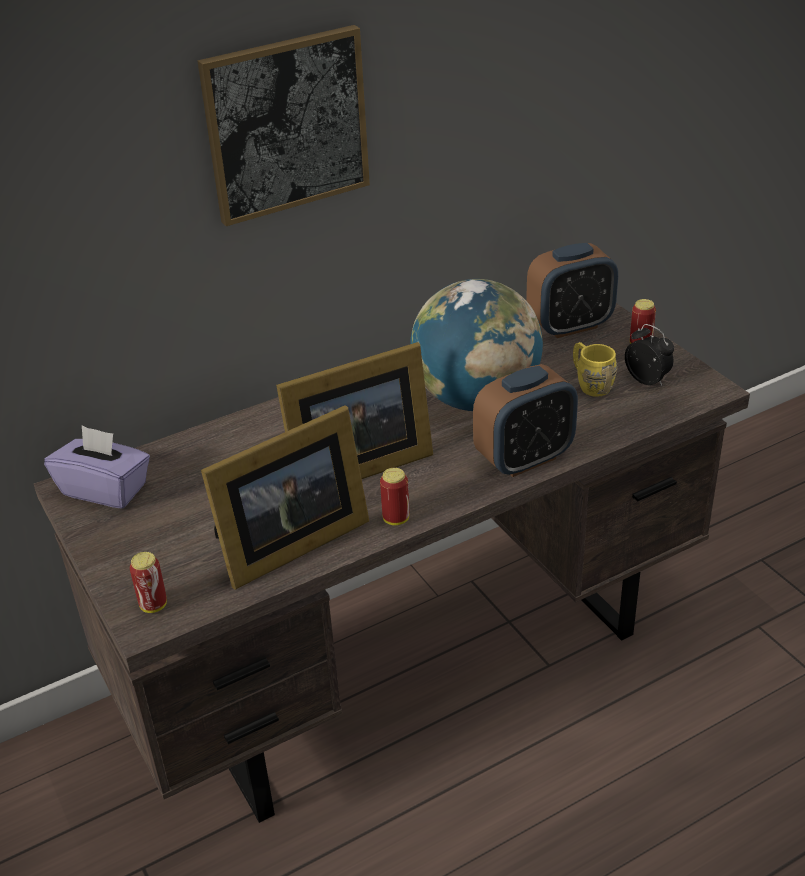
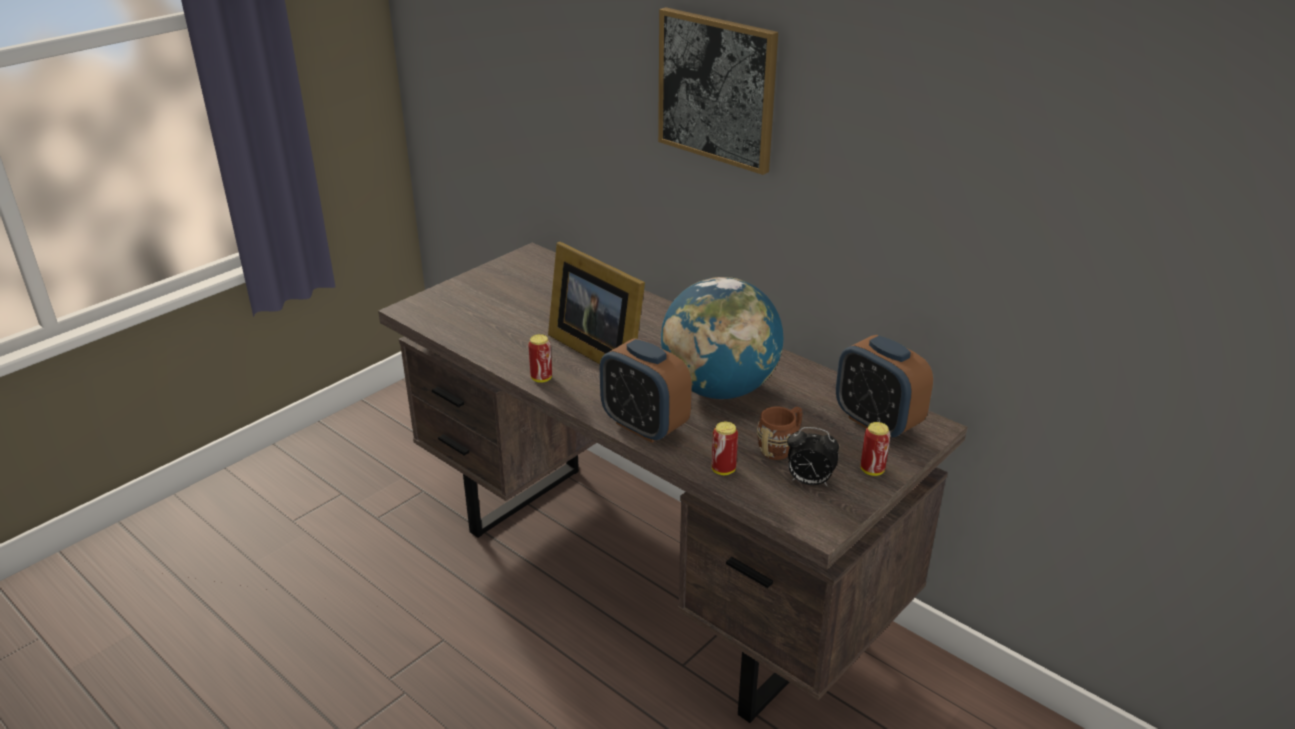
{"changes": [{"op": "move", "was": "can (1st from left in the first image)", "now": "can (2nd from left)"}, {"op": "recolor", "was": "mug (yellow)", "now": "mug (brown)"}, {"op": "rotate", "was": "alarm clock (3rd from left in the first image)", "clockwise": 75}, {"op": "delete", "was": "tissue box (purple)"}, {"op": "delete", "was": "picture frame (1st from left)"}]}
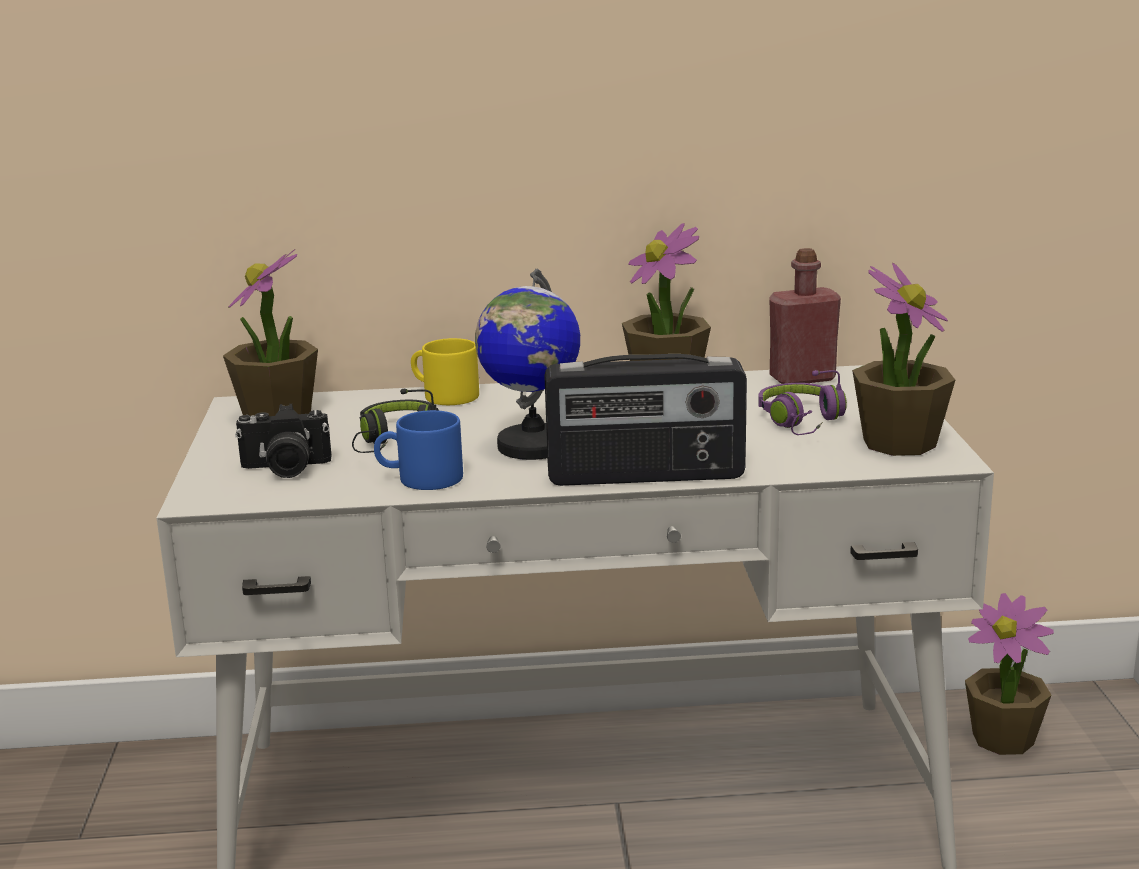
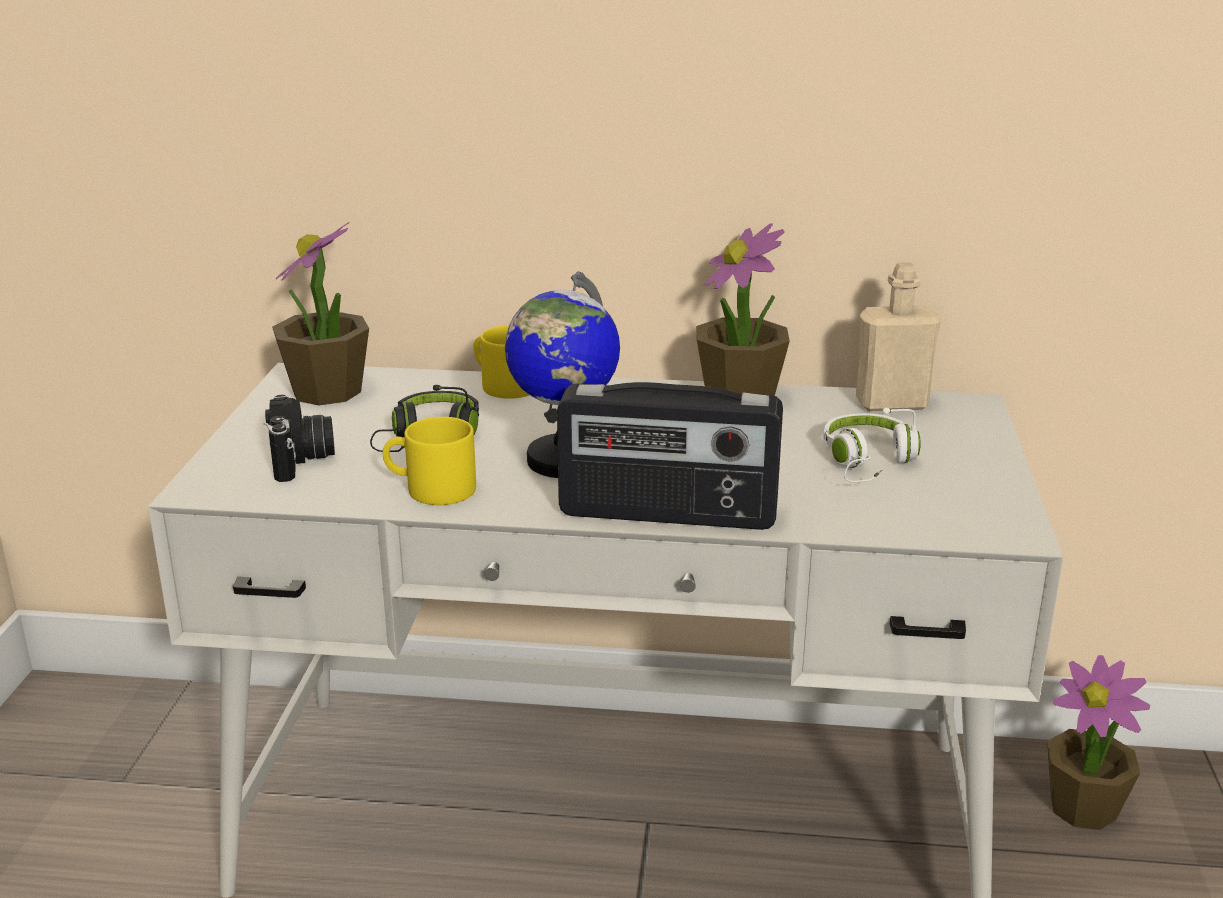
{"changes": [{"op": "rotate", "was": "photo camera", "clockwise": -105}, {"op": "recolor", "was": "mug (blue)", "now": "mug (yellow) (1st from left)"}, {"op": "recolor", "was": "headphones (purple)", "now": "headphones (white)"}, {"op": "recolor", "was": "bottle (red)", "now": "bottle (beige)"}, {"op": "delete", "was": "potted plant (3rd from left)"}]}
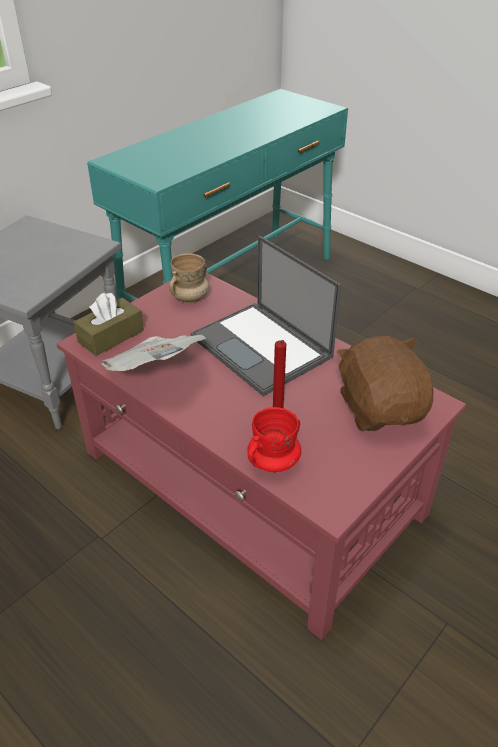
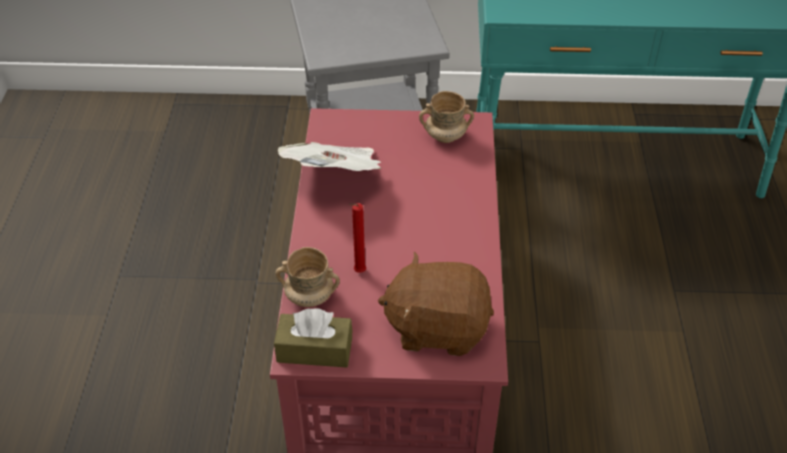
{"changes": [{"op": "move", "was": "tissue box (brown)"}, {"op": "recolor", "was": "mug (red)", "now": "mug (beige) (1st from left)"}, {"op": "rotate", "was": "plush toy (brown)", "clockwise": -120}, {"op": "delete", "was": "laptop"}]}
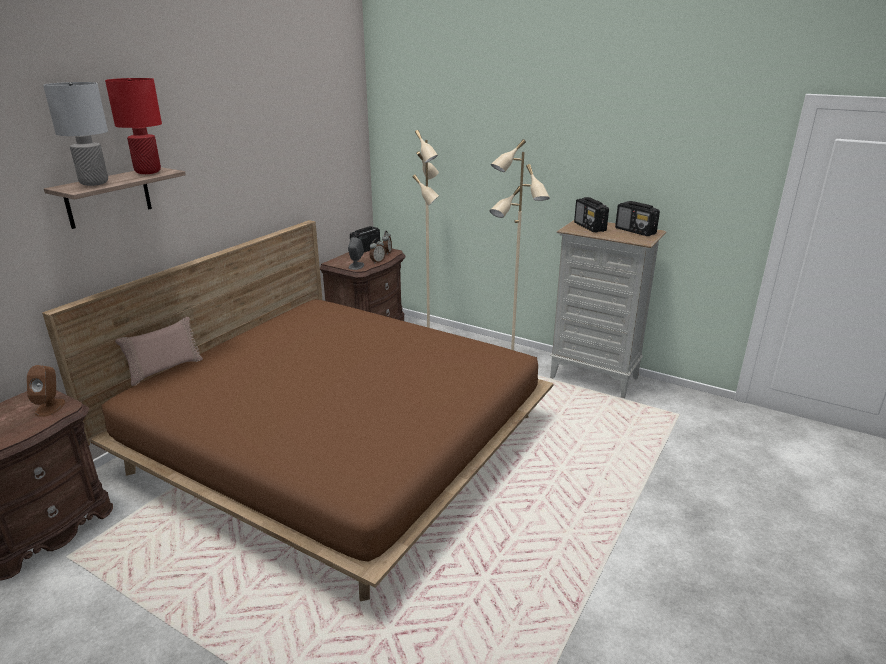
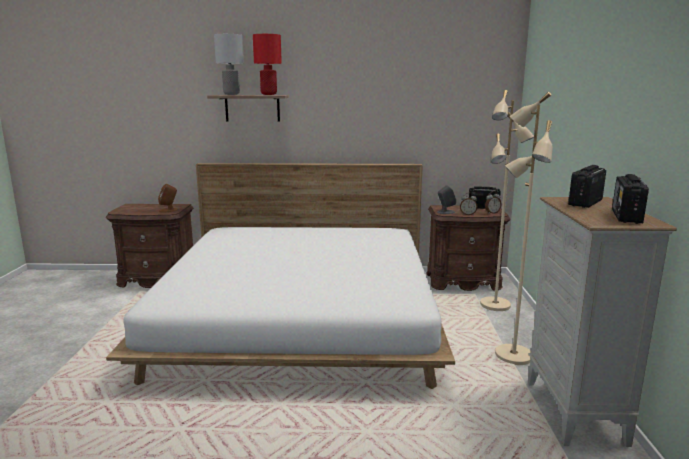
{"changes": [{"op": "recolor", "was": "bed (brown)", "now": "bed (white)"}, {"op": "delete", "was": "pillow (beige)"}]}
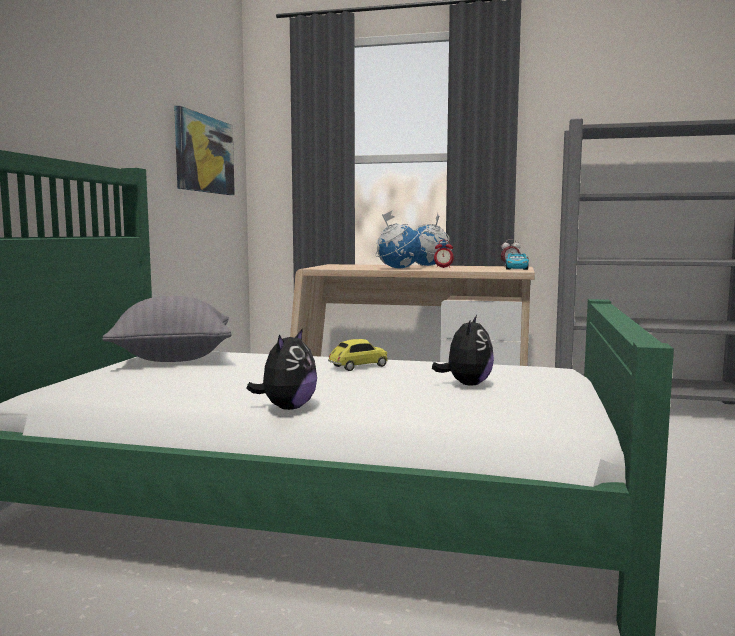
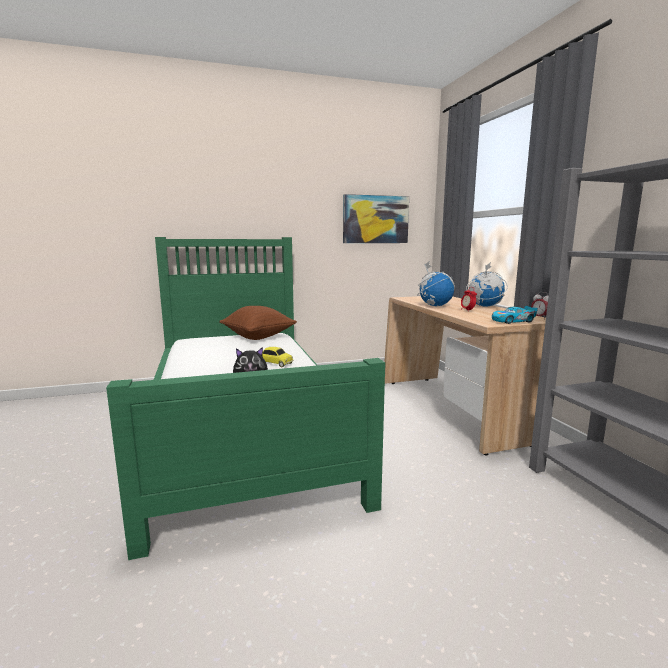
{"changes": [{"op": "recolor", "was": "pillow (grey)", "now": "pillow (brown)"}, {"op": "delete", "was": "plush toy (1st from left)"}]}
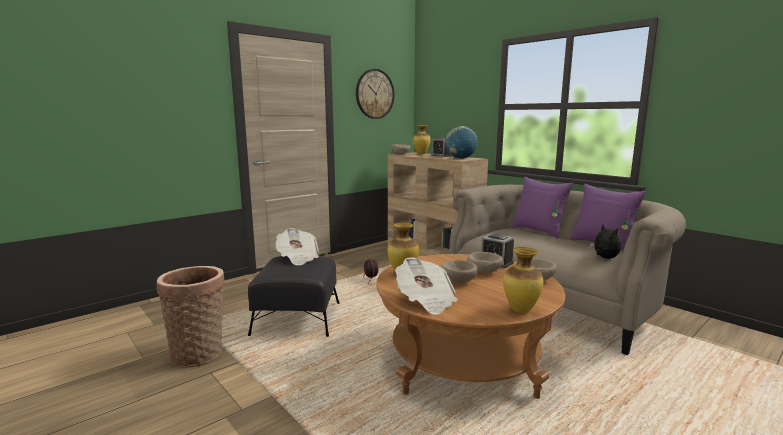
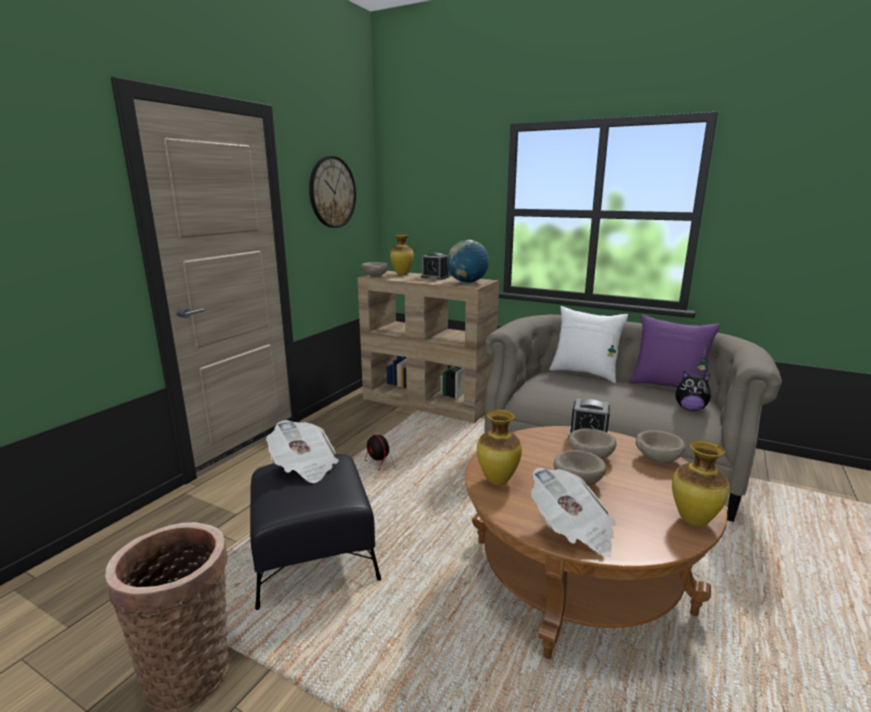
{"changes": [{"op": "recolor", "was": "pillow (purple) (1st from left)", "now": "pillow (white)"}, {"op": "rotate", "was": "plush toy", "clockwise": 150}]}
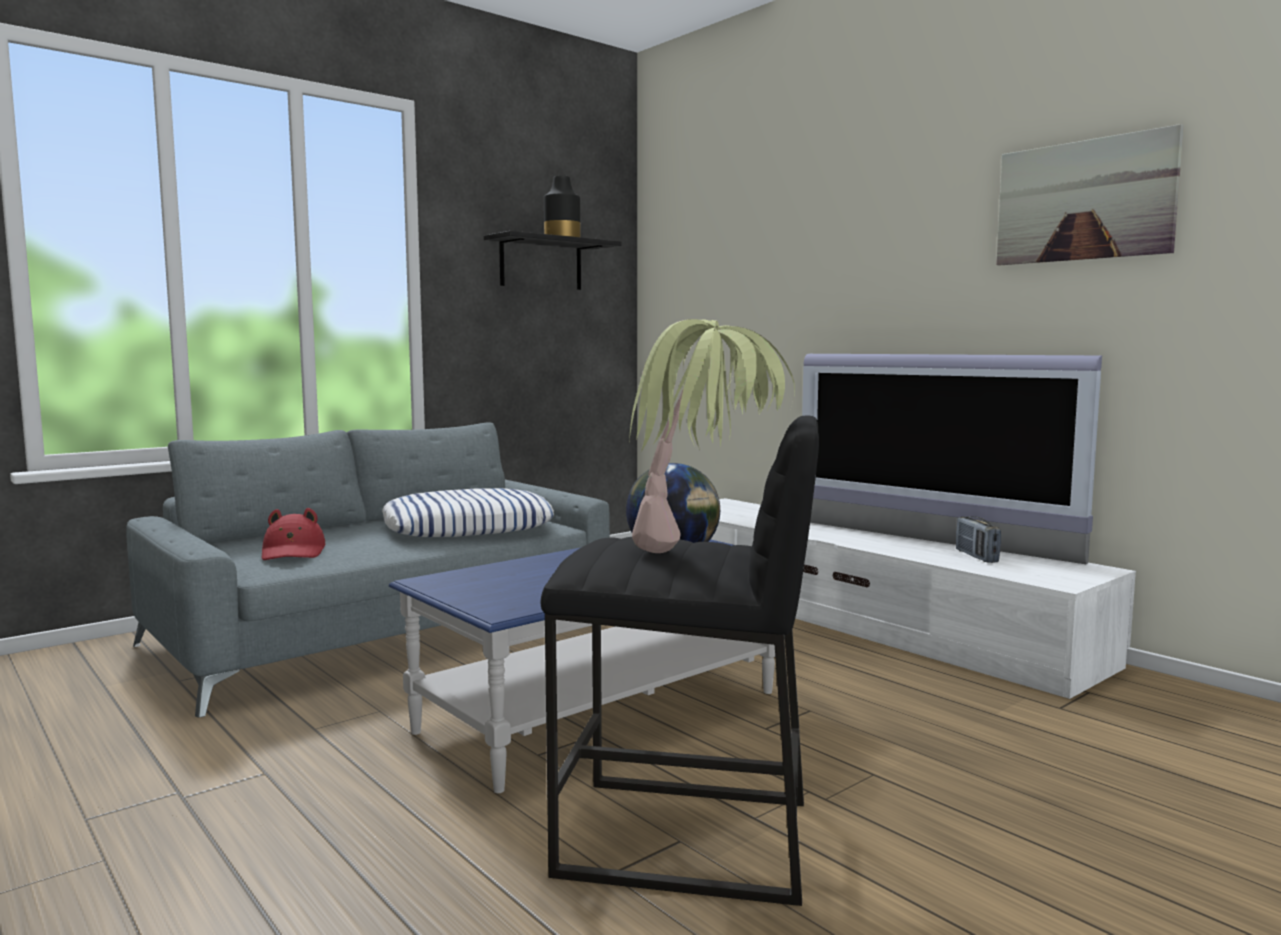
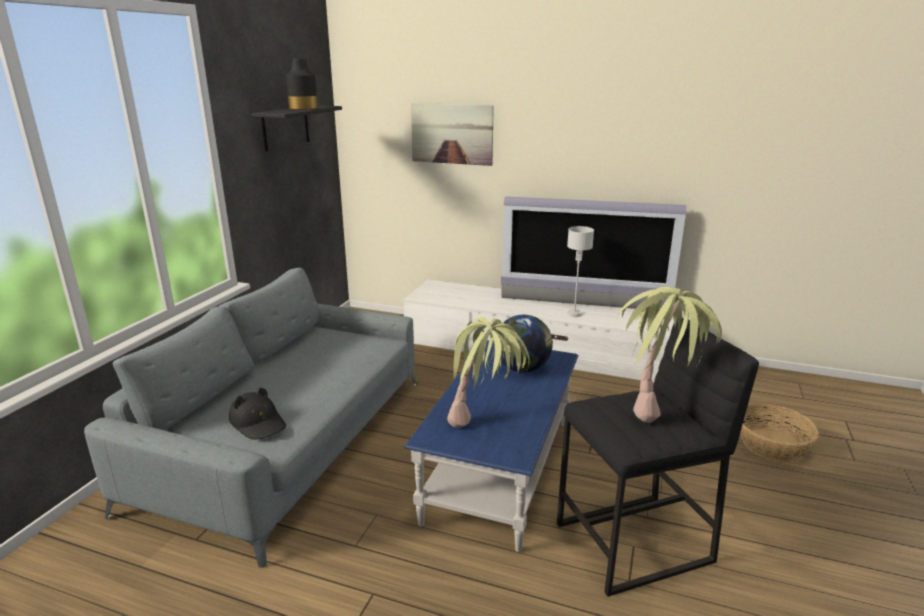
{"changes": [{"op": "recolor", "was": "hat (red)", "now": "hat (black)"}, {"op": "move", "was": "picture"}, {"op": "insert", "now": "potted plant (1st from left)"}, {"op": "insert", "now": "table lamp (grey)"}, {"op": "insert", "now": "basket"}, {"op": "delete", "was": "pillow"}, {"op": "delete", "was": "radio"}]}
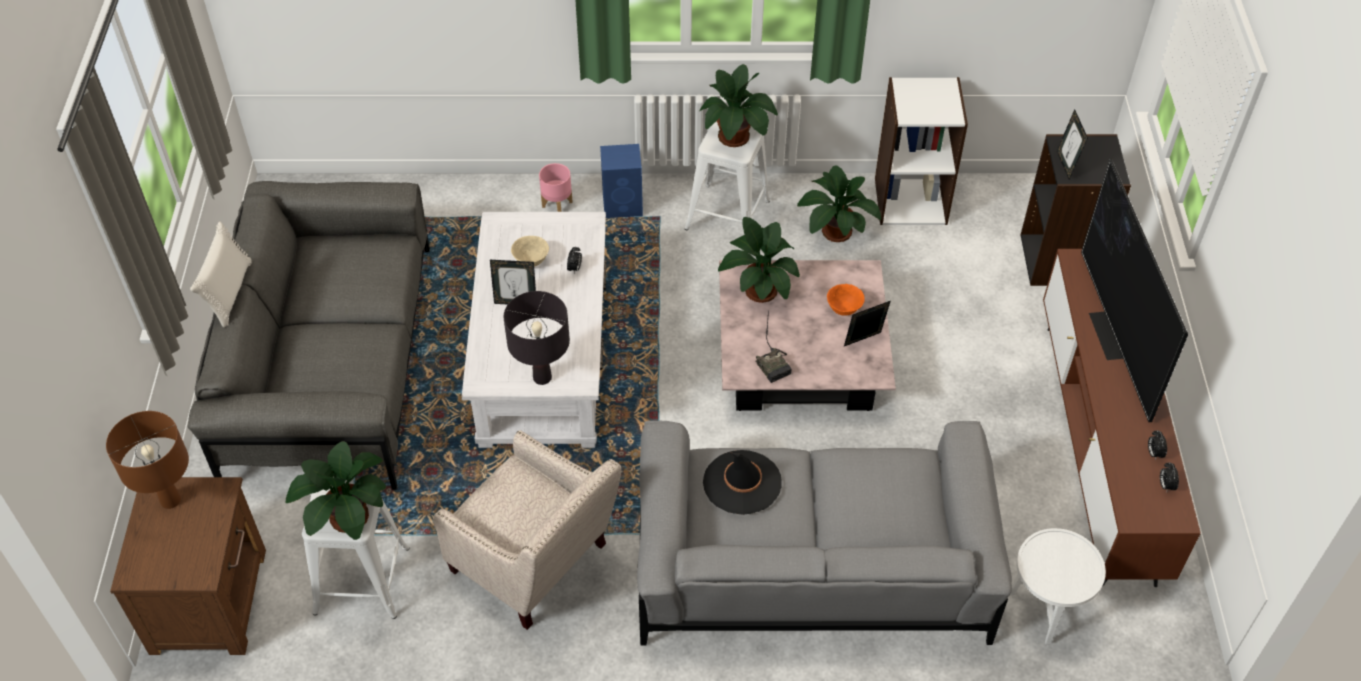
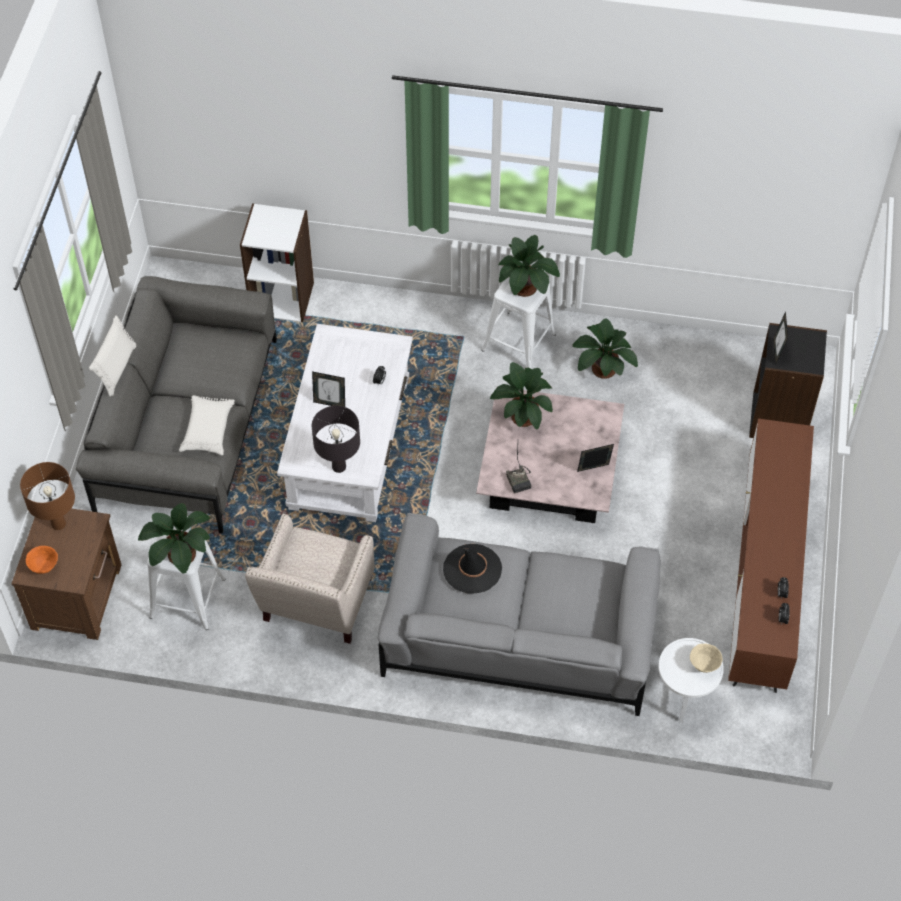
{"changes": [{"op": "move", "was": "bowl (orange)"}, {"op": "insert", "now": "pillow (white) (2nd from left)"}, {"op": "move", "was": "bookcase (white)"}, {"op": "rotate", "was": "armchair (beige)", "clockwise": 60}, {"op": "move", "was": "bowl (beige)"}, {"op": "delete", "was": "planter (pink)"}, {"op": "delete", "was": "speaker (blue)"}, {"op": "delete", "was": "television"}]}
